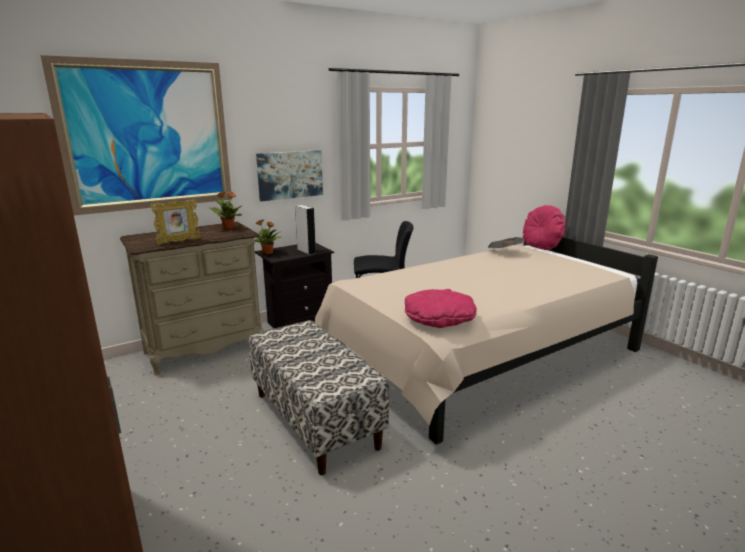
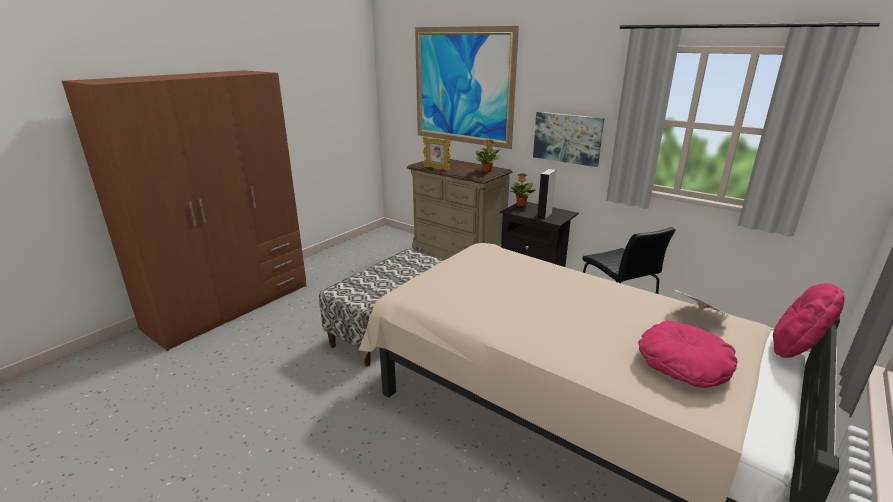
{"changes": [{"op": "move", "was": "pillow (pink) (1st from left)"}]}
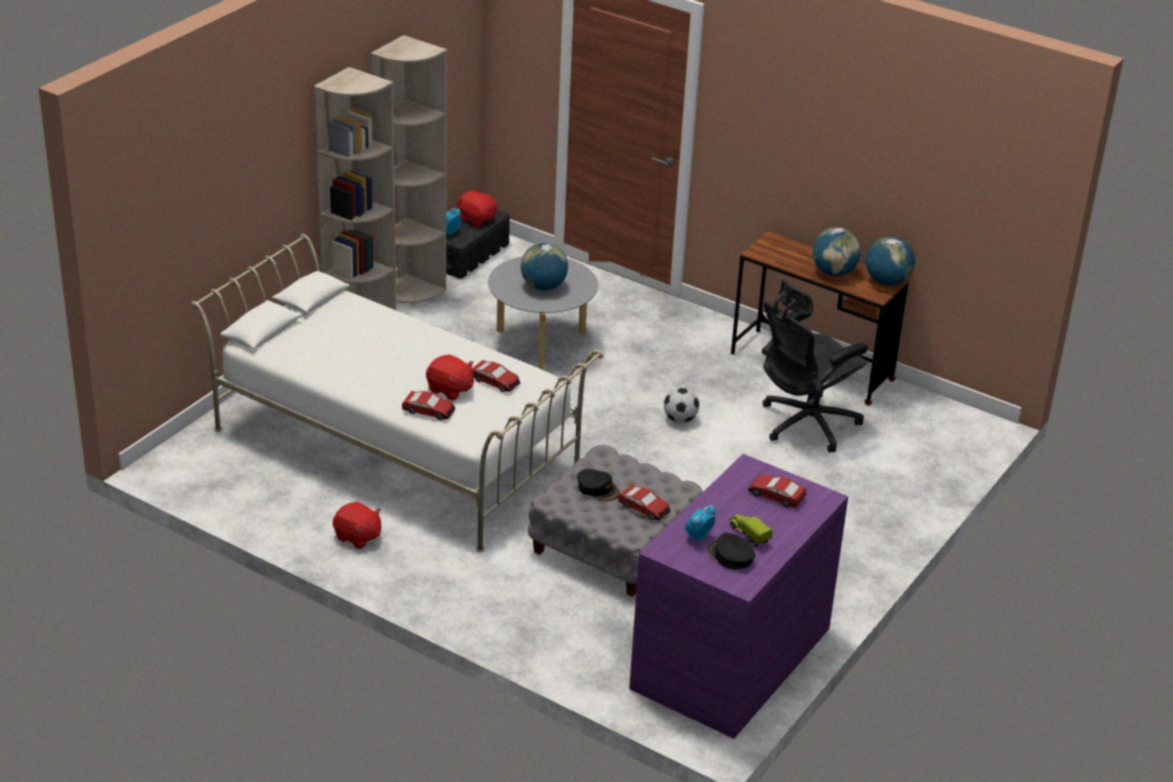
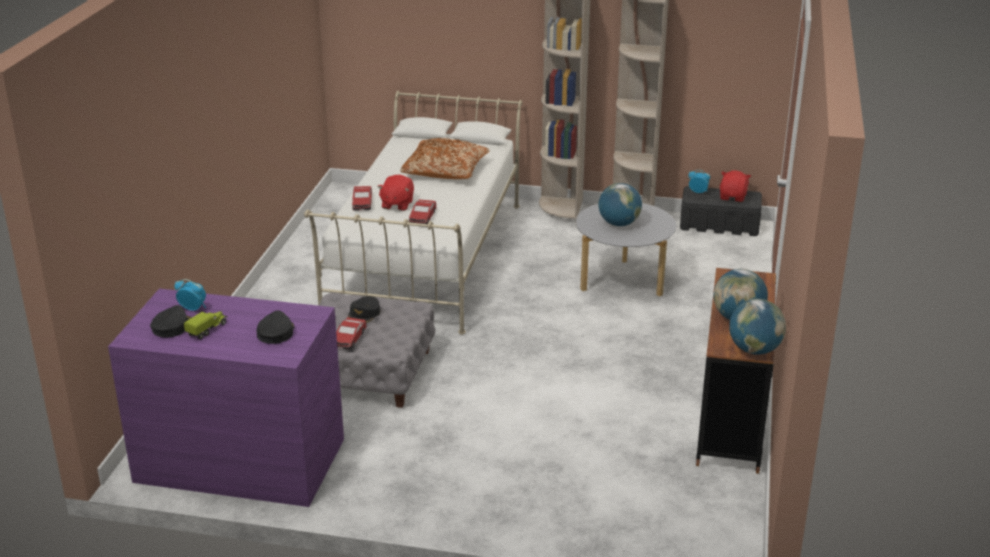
{"changes": [{"op": "replace", "was": "toy car (4th from left)", "now": "cap (black) (2nd from left)"}, {"op": "insert", "now": "pillow (orange)"}, {"op": "delete", "was": "plush toy (red) (1st from left)"}, {"op": "delete", "was": "football"}, {"op": "delete", "was": "office chair"}]}
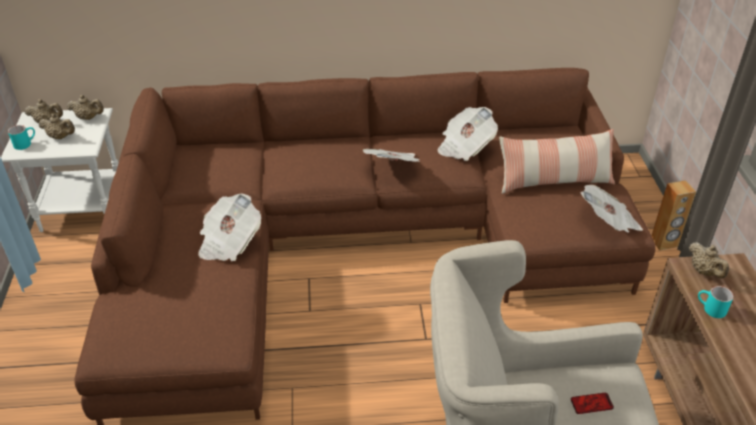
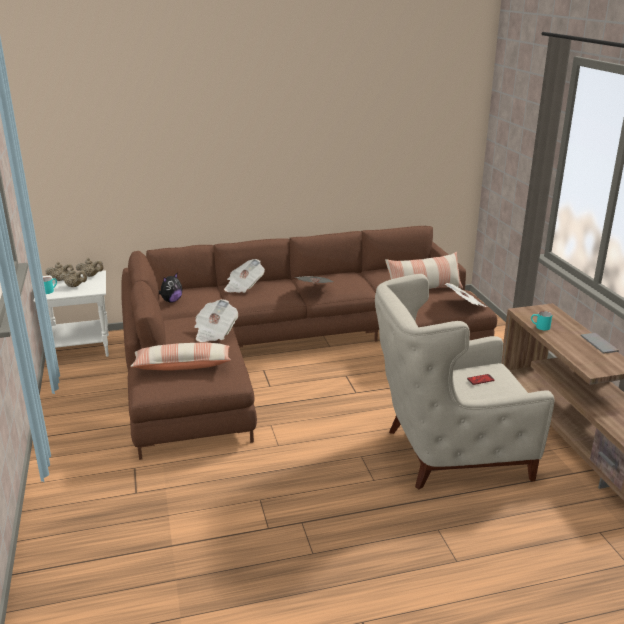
{"changes": [{"op": "insert", "now": "pillow (1st from left)"}, {"op": "insert", "now": "plush toy"}, {"op": "move", "was": "newspaper (3rd from left in the first image)", "now": "newspaper (2nd from left)"}, {"op": "delete", "was": "speaker (brown)"}, {"op": "delete", "was": "teapot (beige) (4th from left)"}]}
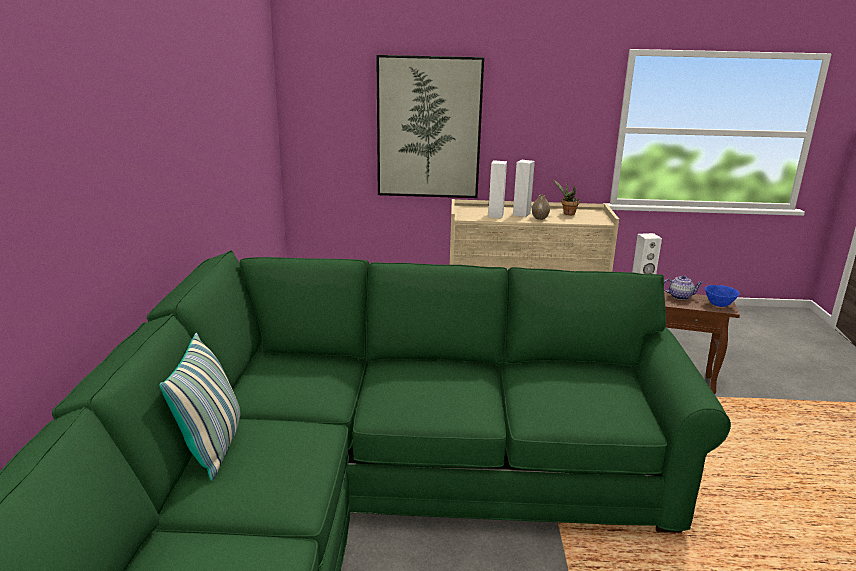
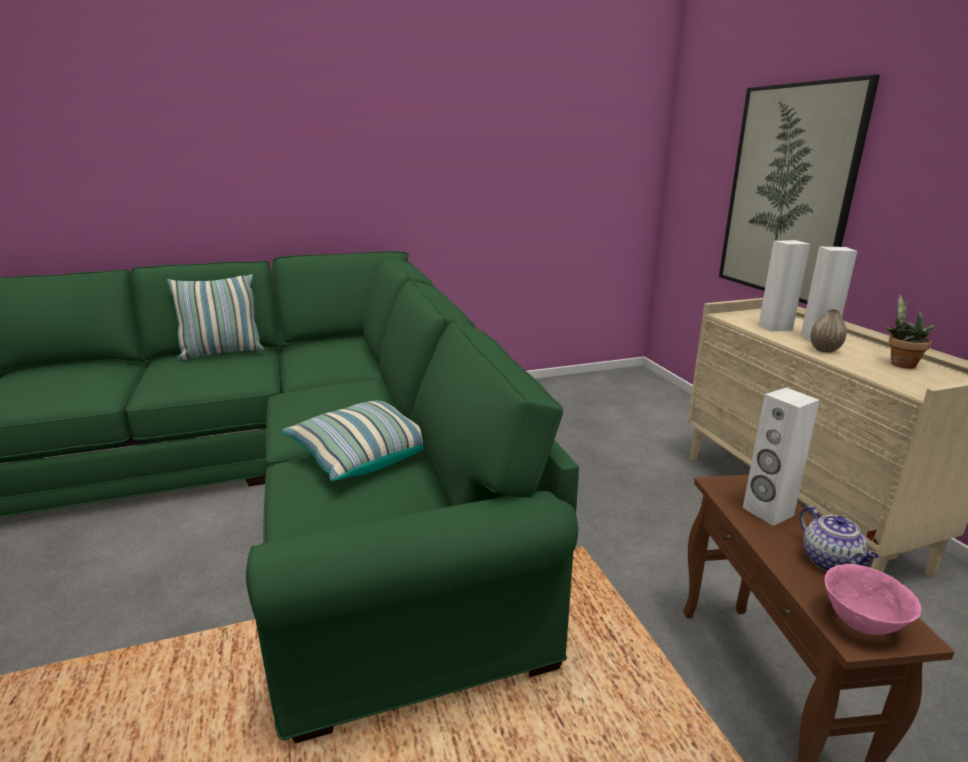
{"changes": [{"op": "insert", "now": "pillow (2nd from left)"}, {"op": "recolor", "was": "bowl (blue)", "now": "bowl (pink)"}]}
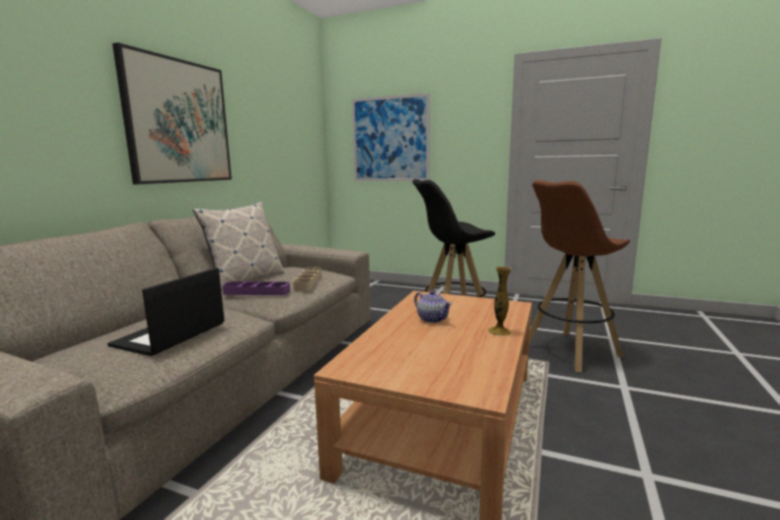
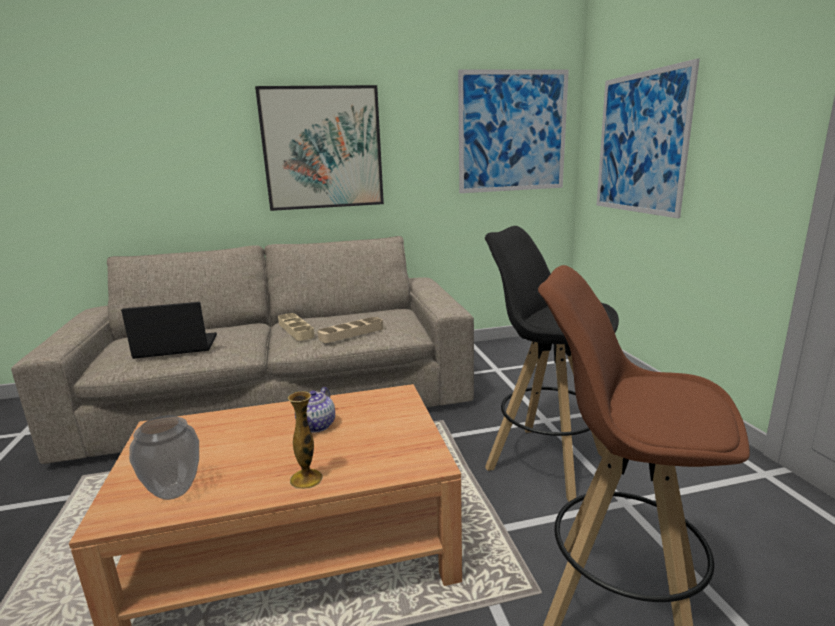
{"changes": [{"op": "insert", "now": "vase (1st from left)"}, {"op": "recolor", "was": "tray (purple)", "now": "tray (beige) (1st from left)"}, {"op": "insert", "now": "picture (2nd from left)"}, {"op": "delete", "was": "pillow"}]}
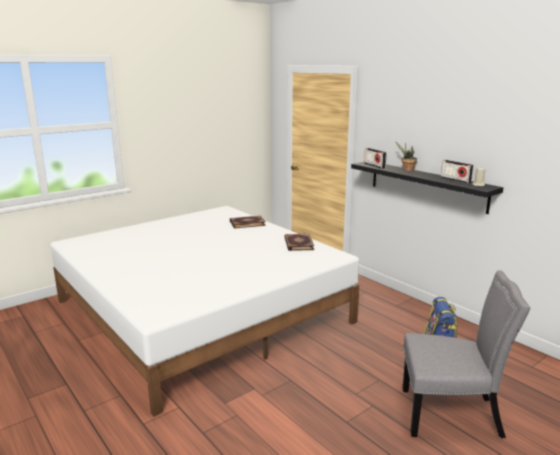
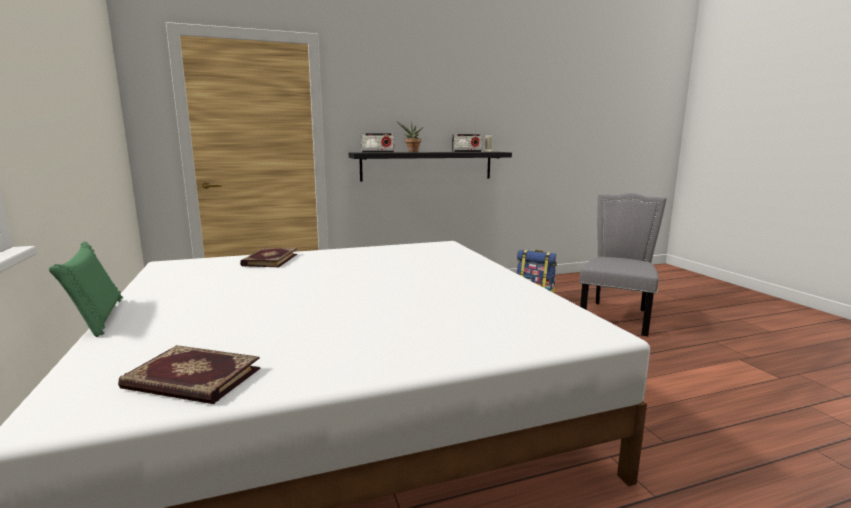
{"changes": [{"op": "insert", "now": "pillow (green)"}, {"op": "move", "was": "book (2nd from left in the first image)", "now": "book (1st from left)"}]}
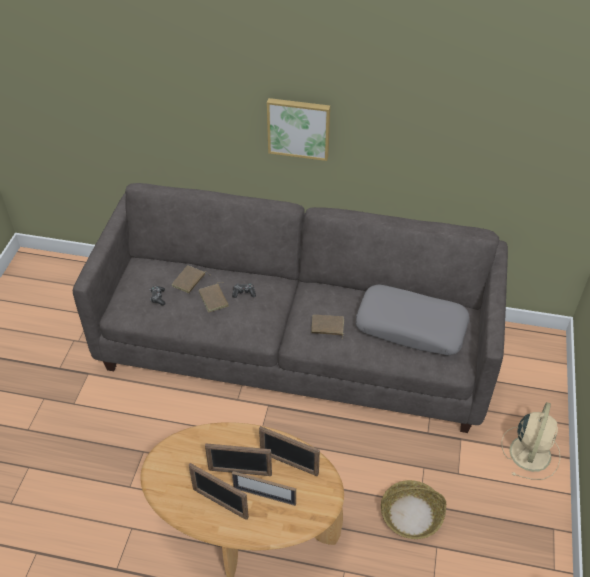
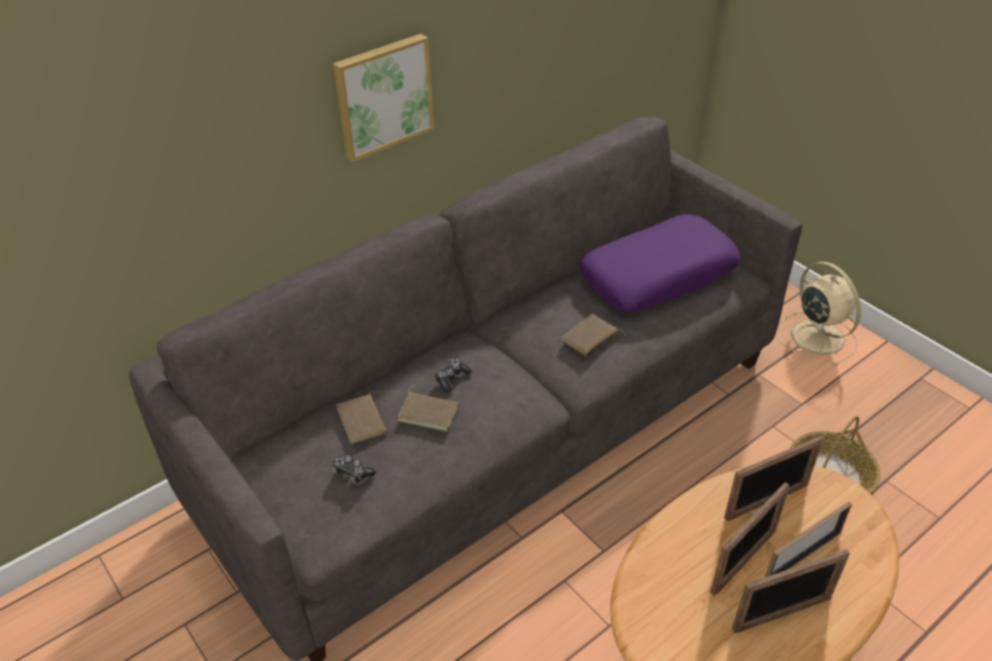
{"changes": [{"op": "recolor", "was": "pillow (grey)", "now": "pillow (purple)"}]}
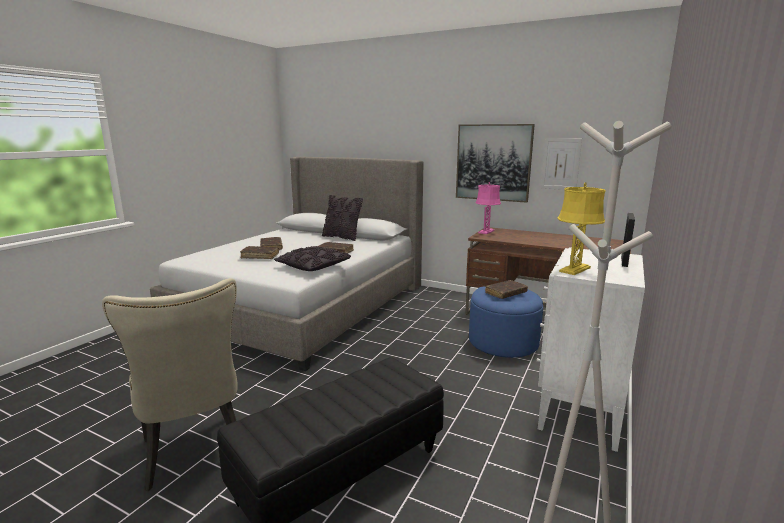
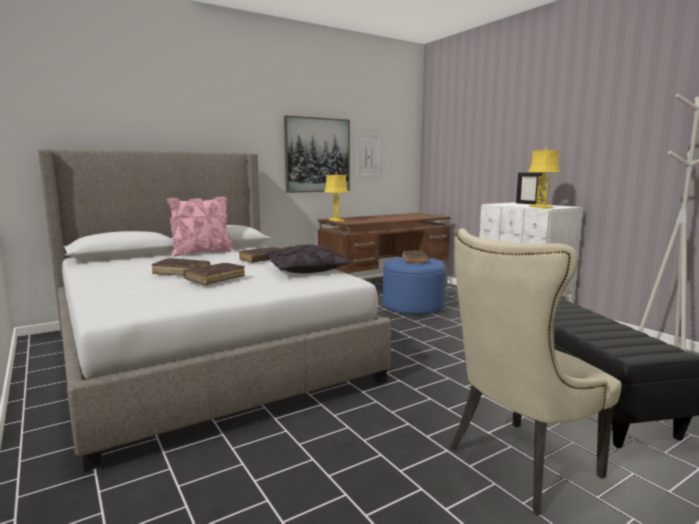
{"changes": [{"op": "recolor", "was": "pillow (black) (2nd from left)", "now": "pillow (pink)"}, {"op": "recolor", "was": "table lamp (pink)", "now": "table lamp (yellow) (1st from left)"}, {"op": "rotate", "was": "chair (beige)", "clockwise": 150}]}
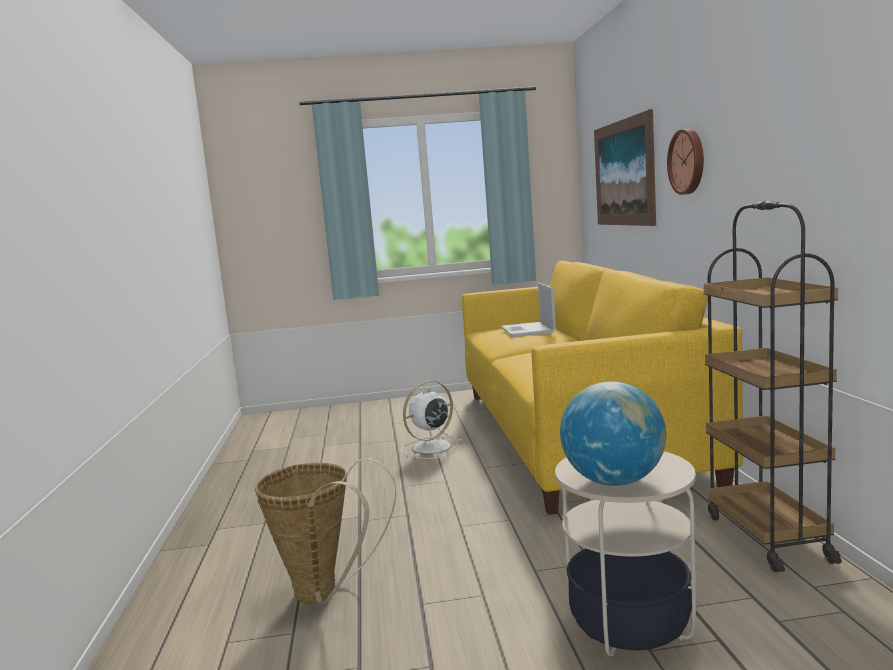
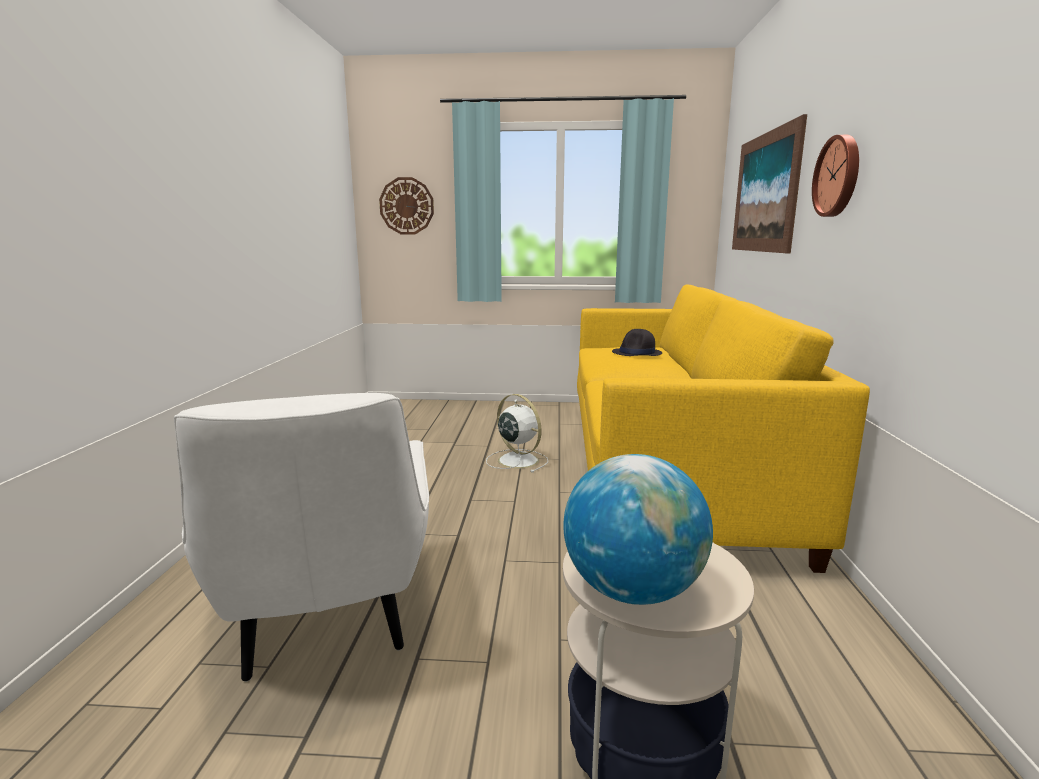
{"changes": [{"op": "replace", "was": "basket", "now": "armchair (white)"}, {"op": "insert", "now": "wall clock (1st from left)"}, {"op": "rotate", "was": "fan (white)", "clockwise": 75}, {"op": "replace", "was": "laptop", "now": "hat (black)"}, {"op": "delete", "was": "cart (brown)"}]}
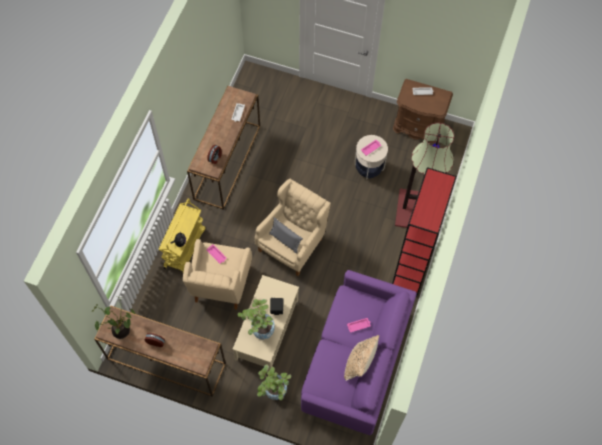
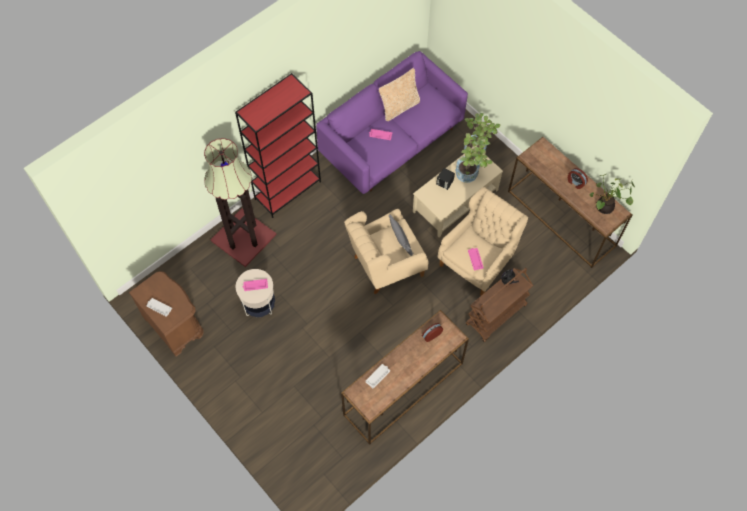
{"changes": [{"op": "recolor", "was": "cart (yellow)", "now": "cart (brown)"}]}
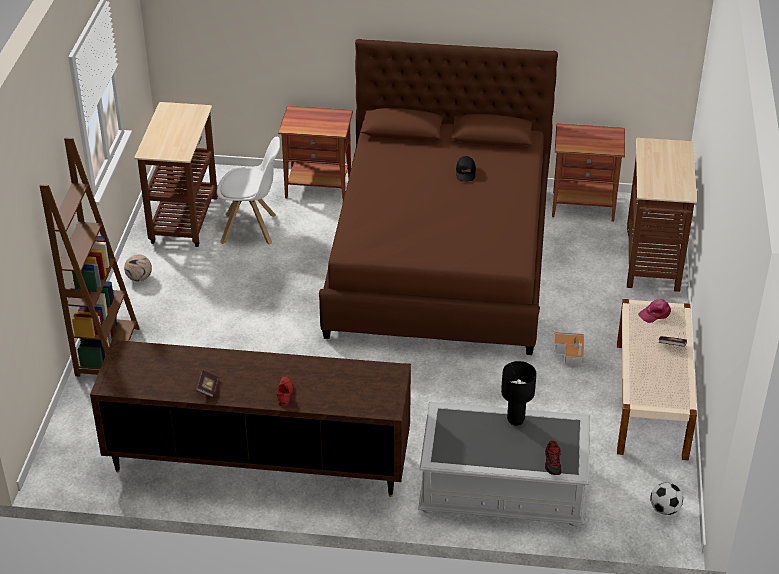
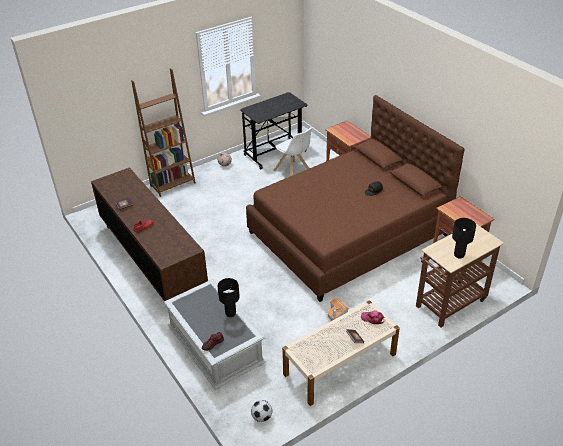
{"changes": [{"op": "replace", "was": "cart (brown) (1st from left)", "now": "desk (black)"}, {"op": "insert", "now": "table lamp (black) (2nd from left)"}]}
